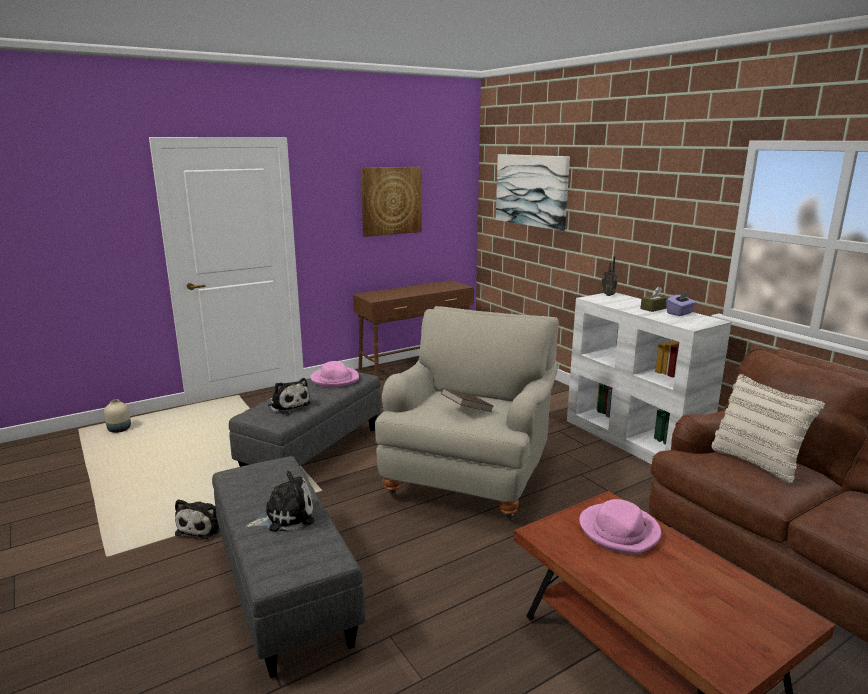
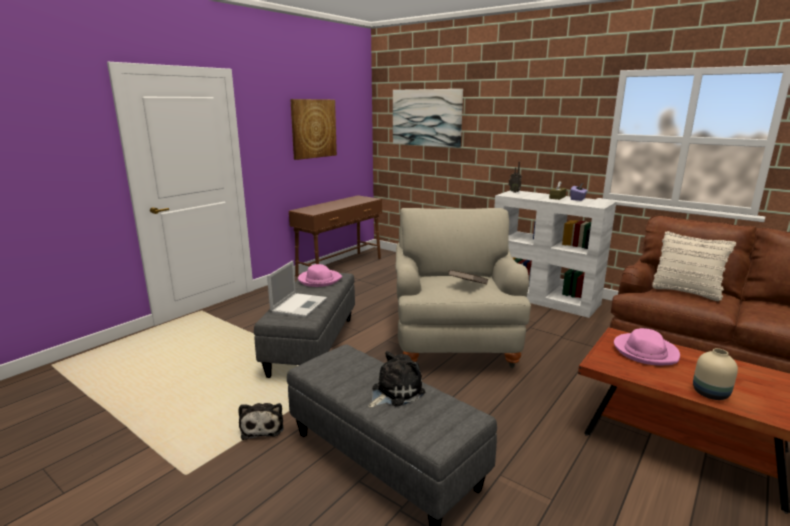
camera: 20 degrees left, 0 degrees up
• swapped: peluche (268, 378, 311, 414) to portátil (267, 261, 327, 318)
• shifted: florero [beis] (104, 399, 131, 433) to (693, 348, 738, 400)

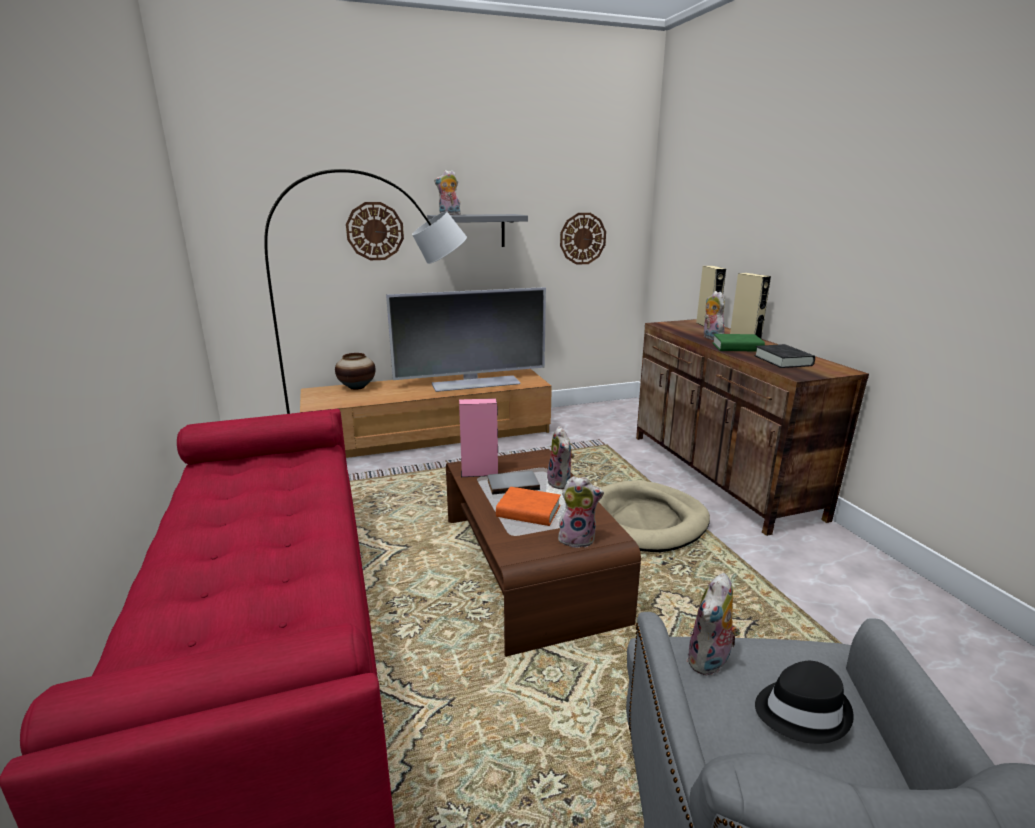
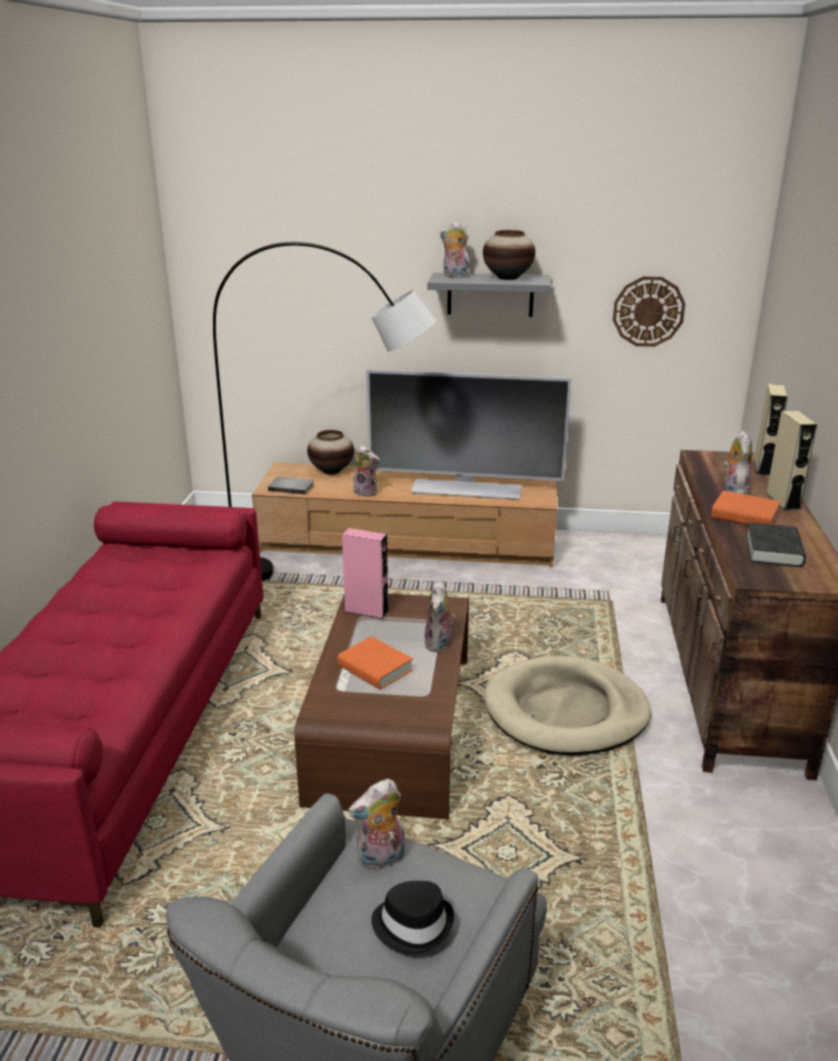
camera: 25 degrees right, 5 degrees up
• gone: reloj de pared (346, 202, 404, 260)
• repainted: libro [verde] (713, 334, 765, 352) to libro [naranja] (711, 490, 781, 525)
• shifted: libro [gris] (487, 471, 540, 495) to (268, 477, 314, 495)
• shifted: peluche (558, 476, 604, 548) to (353, 445, 380, 497)
• new: florero (483, 230, 535, 280)

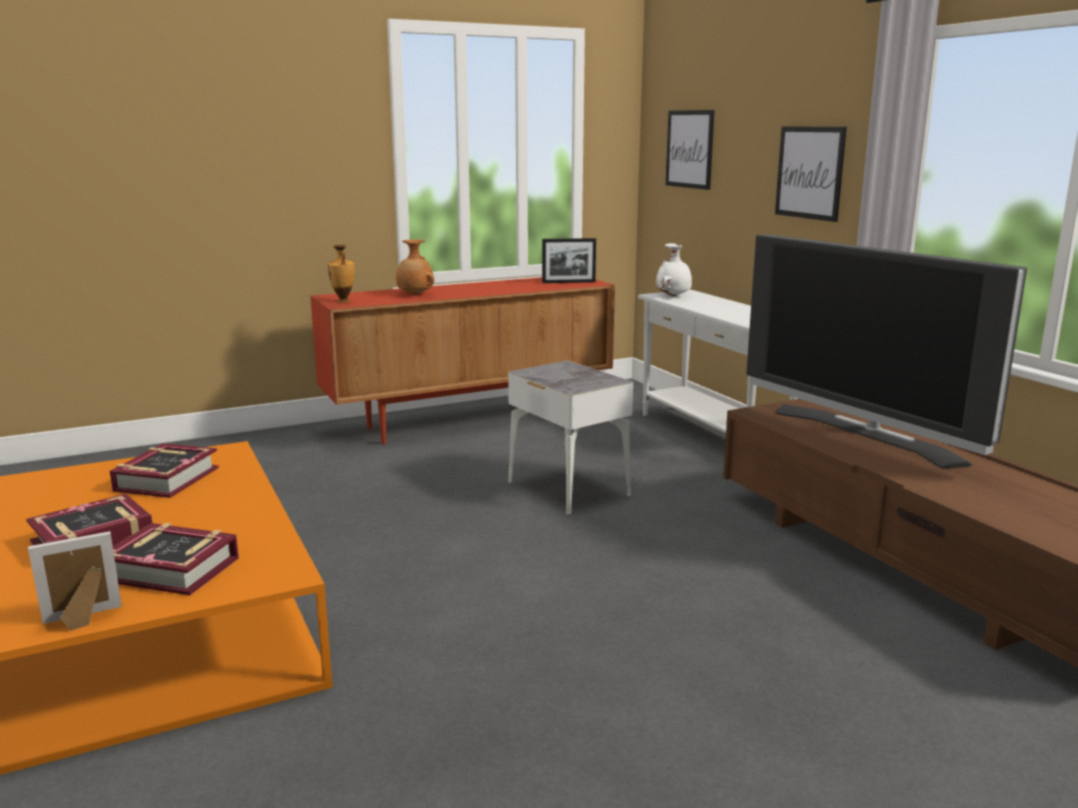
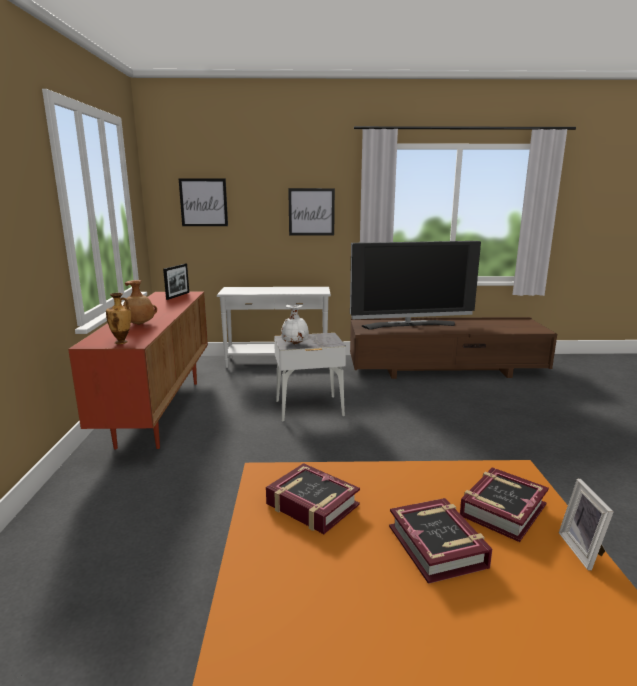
camera: 65 degrees left, 0 degrees up
• shifted: florero [blanco] (656, 243, 692, 296) to (281, 305, 309, 344)

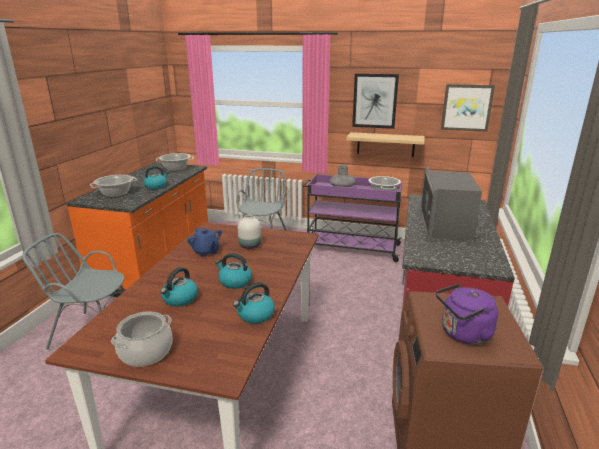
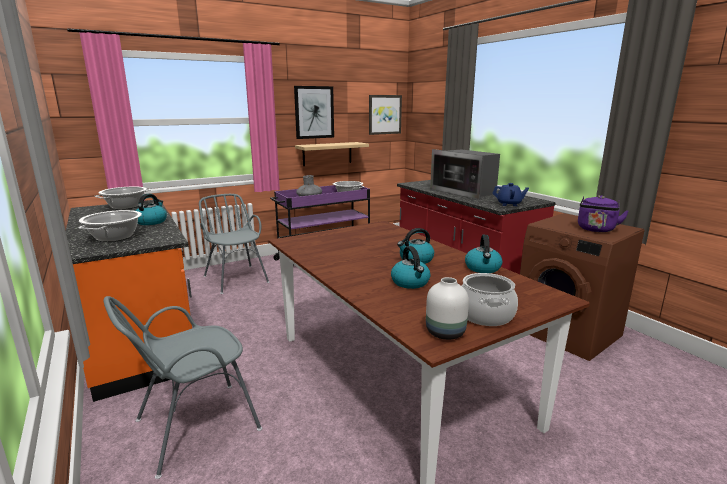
camera: 45 degrees left, 5 degrees down
• shifted: florero [blanco] (238, 215, 261, 249) to (426, 277, 469, 340)
• shifted: tetera [azul] (187, 228, 222, 257) to (492, 183, 529, 206)

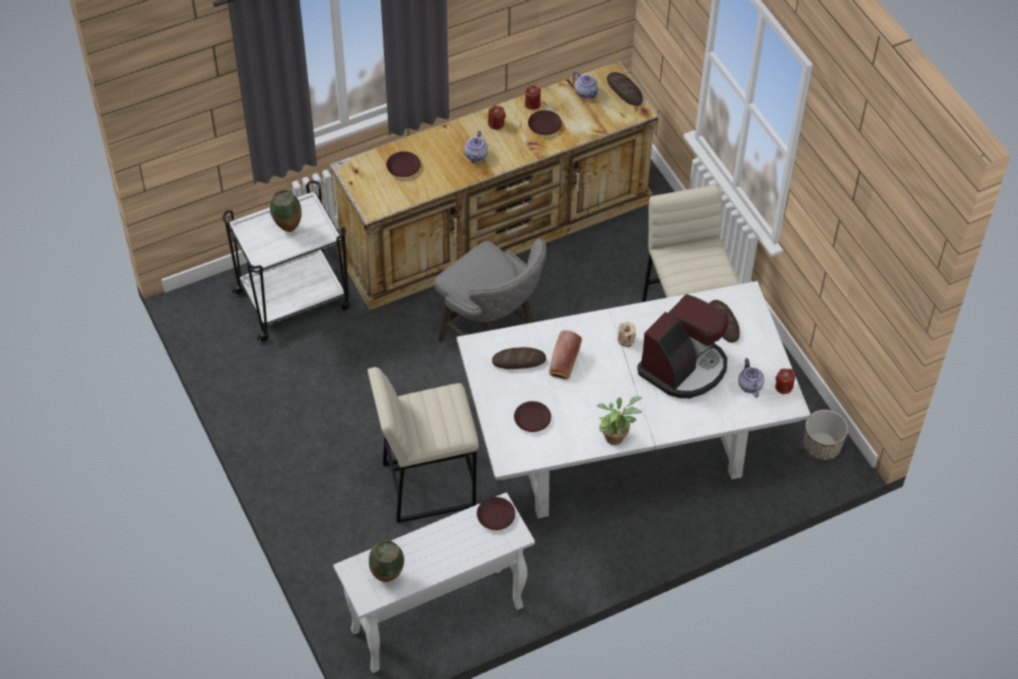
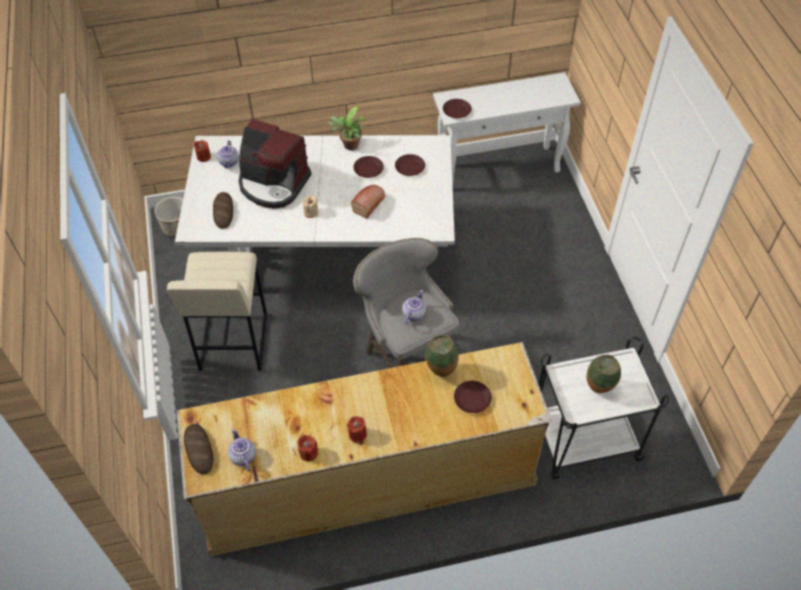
camera: 165 degrees left, 0 degrees up
• shifted: plato [marrón] (528, 110, 562, 135) to (353, 156, 384, 178)
• shifted: tetera (464, 131, 488, 163) to (402, 290, 426, 324)
• rotated: cafetera (637, 294, 728, 398) = (239, 119, 312, 209) 120 degrees counterclockwise
• gone: pan (492, 347, 546, 369)
• gone: taburete [beis] (367, 367, 479, 523)
• shifted: florero (369, 540, 404, 582) to (425, 335, 459, 377)

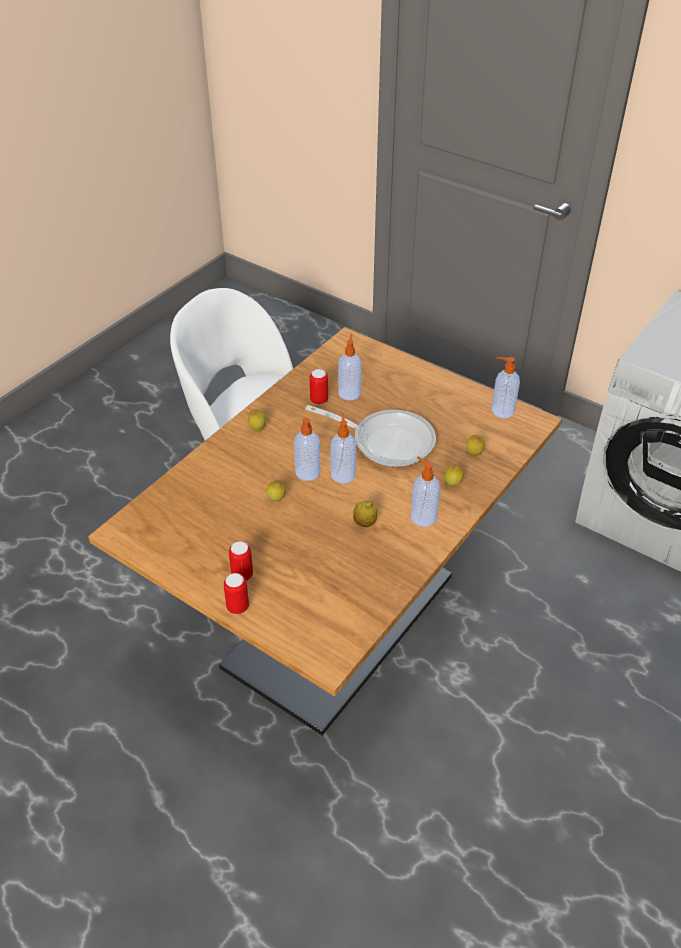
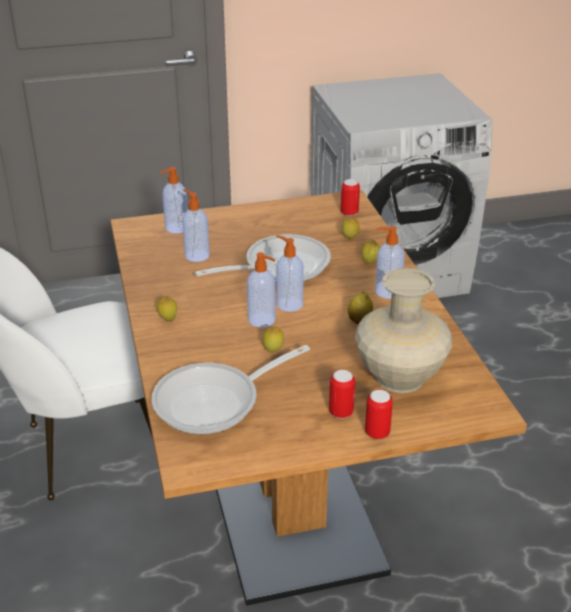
camera: 50 degrees left, 10 degrees down
• shifted: dispensador de jabón (491, 357, 520, 418) to (160, 167, 188, 233)
• shifted: lata (310, 369, 328, 405) to (341, 179, 360, 216)
• new: florero [beis] (355, 268, 452, 393)
• new: sartén (151, 345, 310, 435)

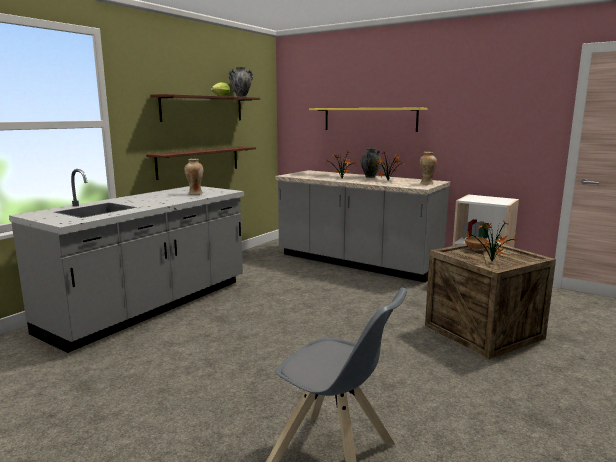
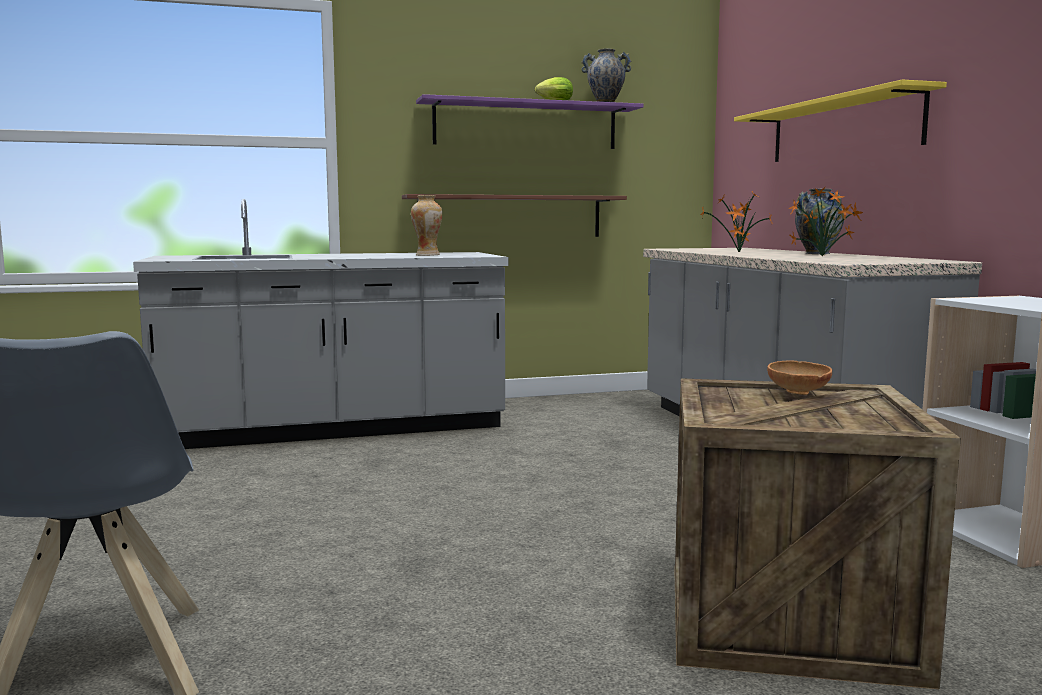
camera: 40 degrees right, 5 degrees down
• repainted: estante [marrón] (150, 94, 260, 122) to estante [morado] (416, 94, 643, 149)
• gone: florero (420, 152, 437, 184)
• gone: planta en maceta (466, 220, 518, 262)

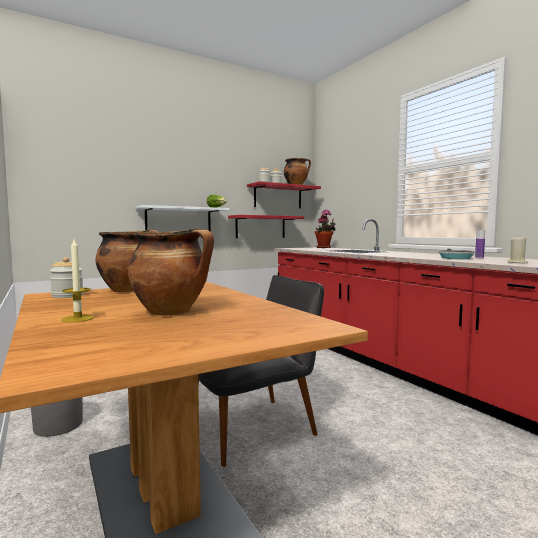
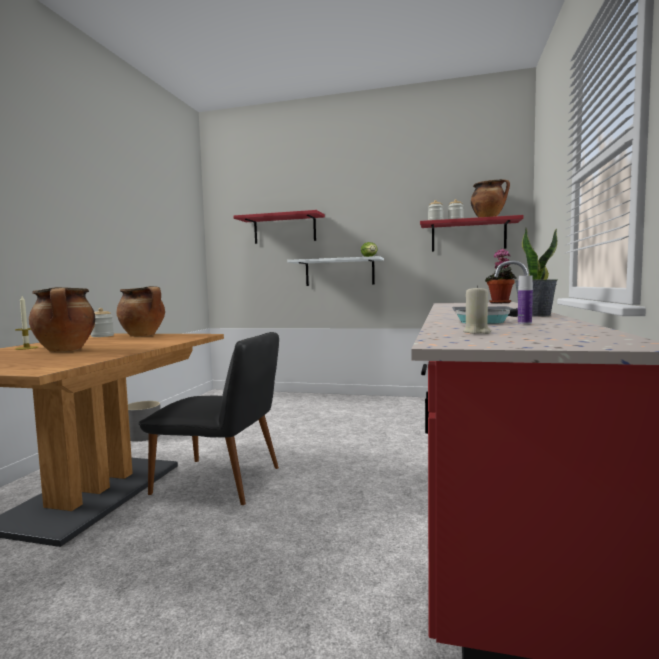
camera: 45 degrees right, 0 degrees up
• shifted: estante [rojo] (228, 215, 304, 238) to (234, 210, 325, 244)
• new: planta en maceta (515, 227, 558, 317)

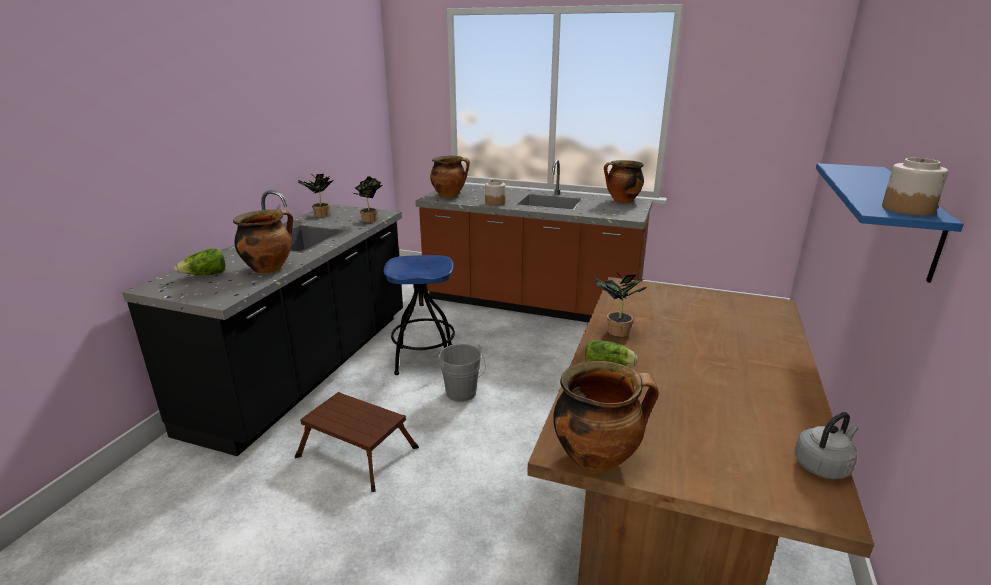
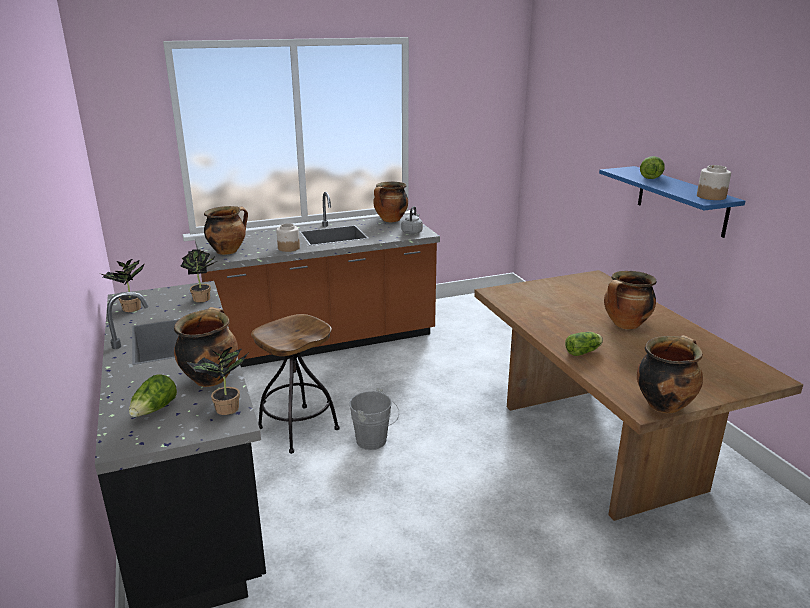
camera: 40 degrees left, 0 degrees up
• repainted: taburete [azul] (383, 255, 455, 375) to taburete [marrón] (251, 314, 340, 454)
• shifted: planta en maceta (594, 273, 646, 337) to (187, 346, 248, 415)
• gone: escalera de tijera [marrón] (295, 392, 419, 492)
• shifted: hervidor [gris] (795, 412, 858, 479) to (401, 206, 423, 234)
• new: lechuga (640, 156, 665, 179)
• new: olla (604, 271, 657, 329)

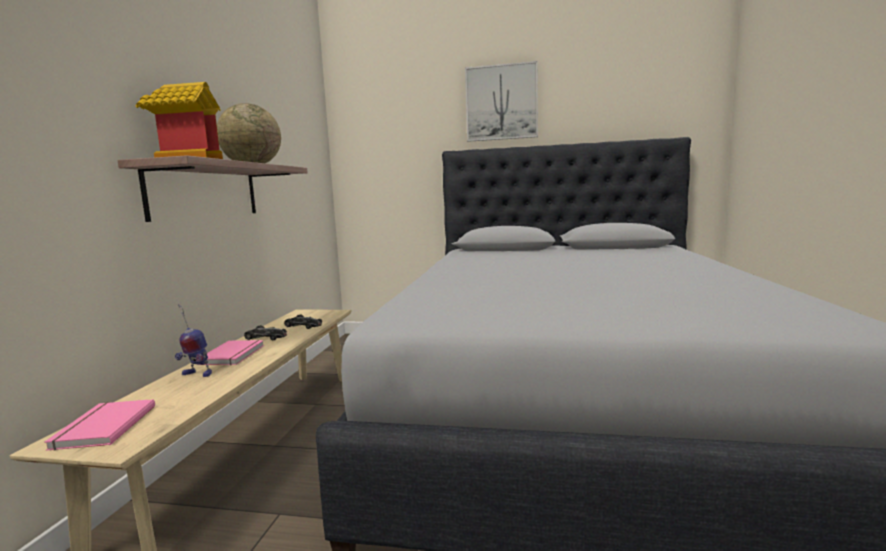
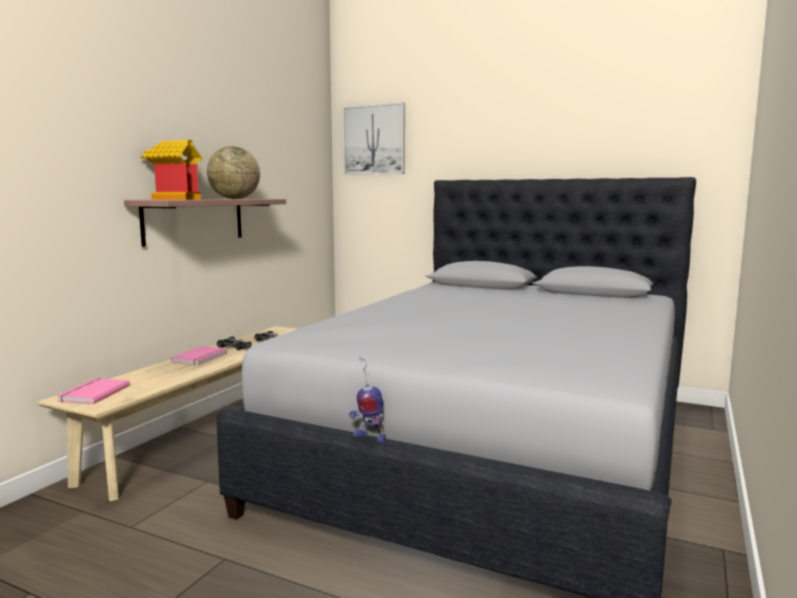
camera: 15 degrees right, 0 degrees up
• shifted: cuadro (465, 61, 538, 142) to (343, 102, 405, 175)
• shifted: robot de juguete (175, 304, 212, 377) to (349, 357, 385, 443)

